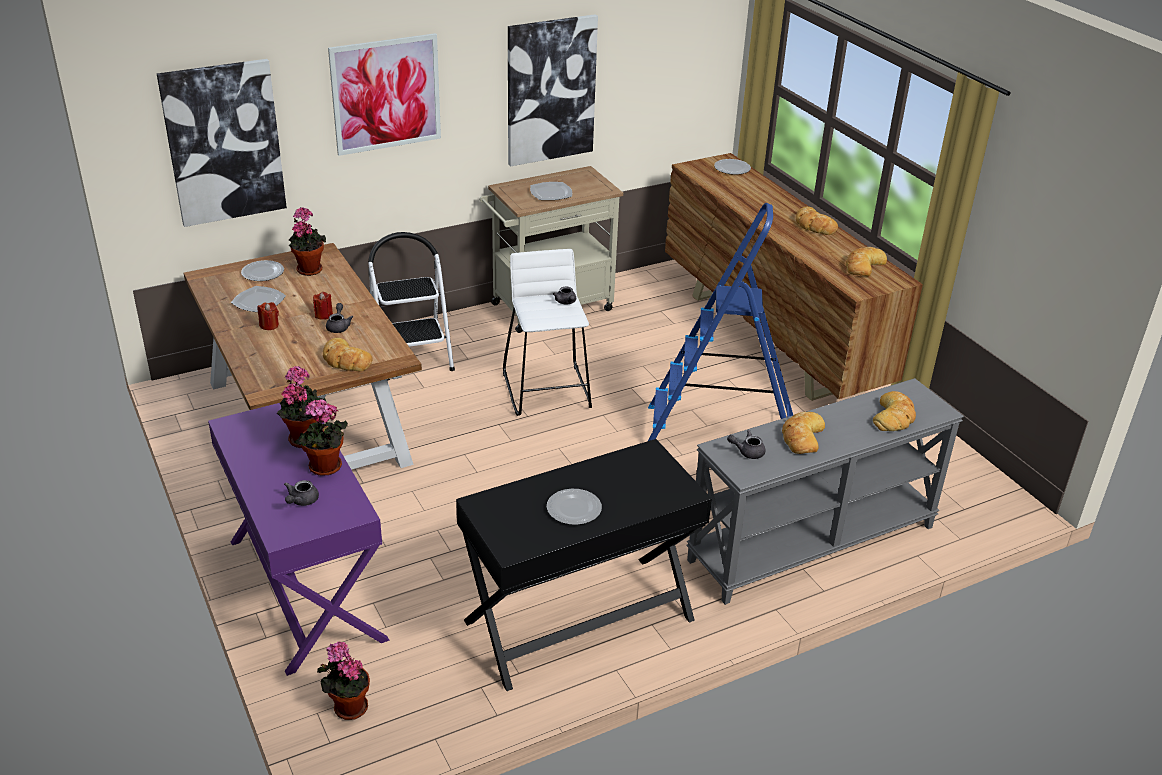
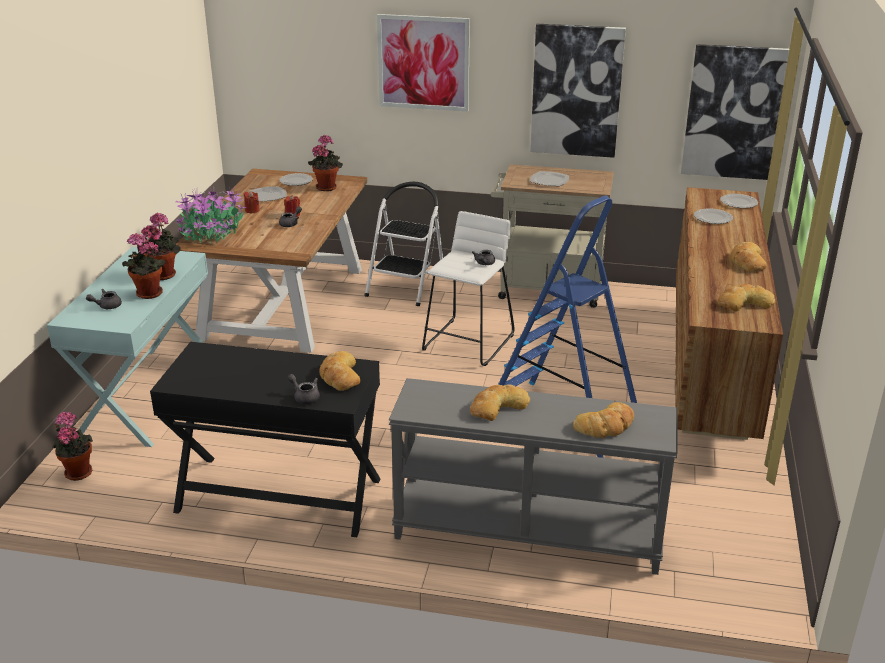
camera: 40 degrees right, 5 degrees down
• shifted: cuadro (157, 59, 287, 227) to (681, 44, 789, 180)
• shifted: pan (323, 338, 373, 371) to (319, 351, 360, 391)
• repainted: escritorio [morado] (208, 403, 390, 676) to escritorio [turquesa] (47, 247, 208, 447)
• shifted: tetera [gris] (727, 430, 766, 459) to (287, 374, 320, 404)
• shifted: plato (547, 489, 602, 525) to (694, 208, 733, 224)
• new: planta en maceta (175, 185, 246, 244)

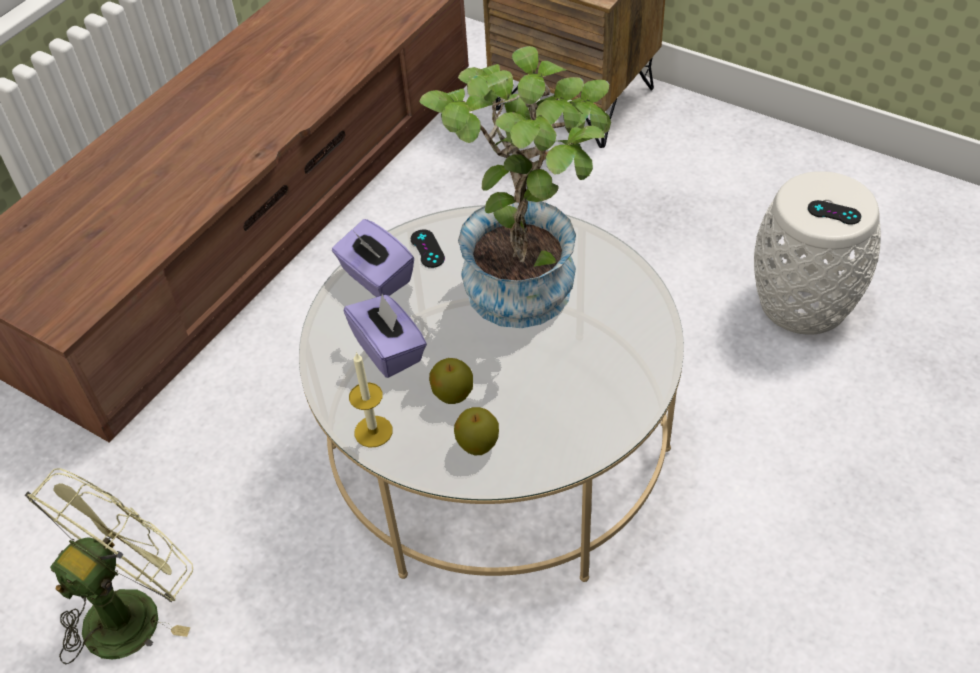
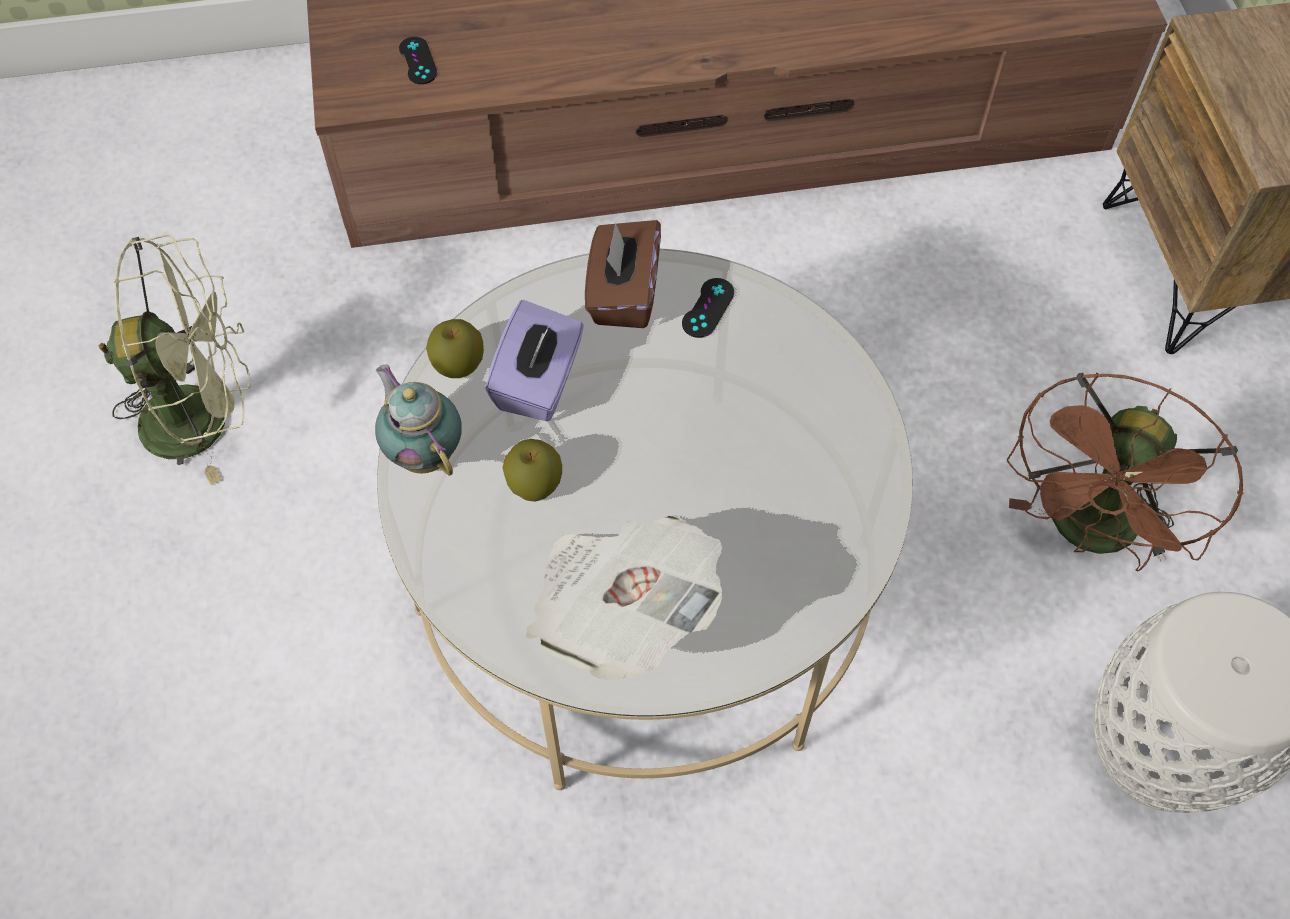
camera: 45 degrees right, 10 degrees up
• gone: planta en maceta (419, 46, 611, 328)
• shifted: mando de consola [negro] (808, 200, 861, 225) to (399, 37, 437, 84)
• repainted: caja de pañuelos [morado] (332, 219, 414, 297) to caja de pañuelos [marrón] (585, 220, 661, 328)
• swapped: vela (349, 352, 392, 448) to tetera (375, 364, 462, 476)
• shifted: manzana (454, 407, 499, 455) to (426, 319, 484, 378)
• new: ventilador [marrón] (1007, 372, 1244, 571)
• new: periódico (525, 516, 723, 680)

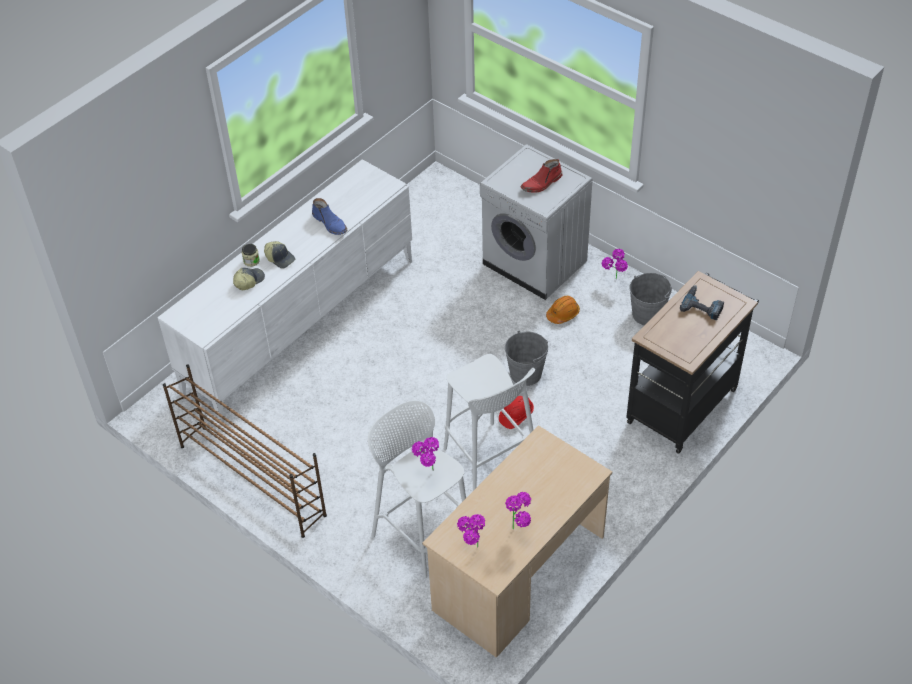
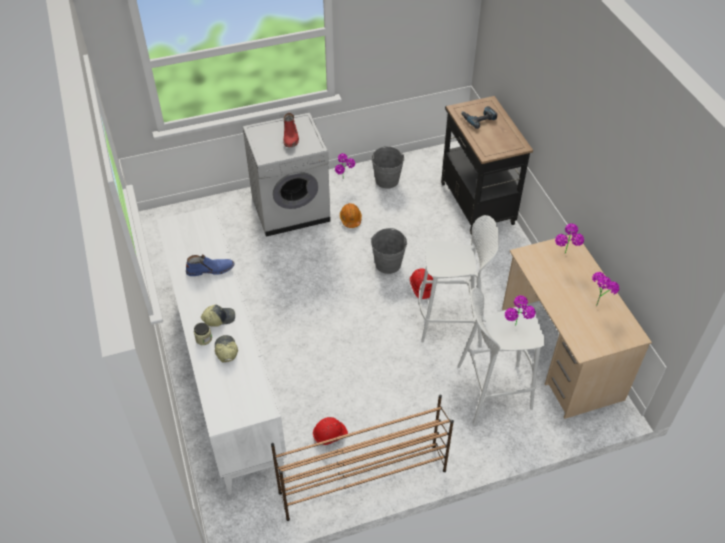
camera: 60 degrees left, 0 degrees up
• shifted: planta en maceta (457, 514, 485, 547) to (555, 223, 584, 253)
• new: casco [rojo] (313, 417, 348, 446)

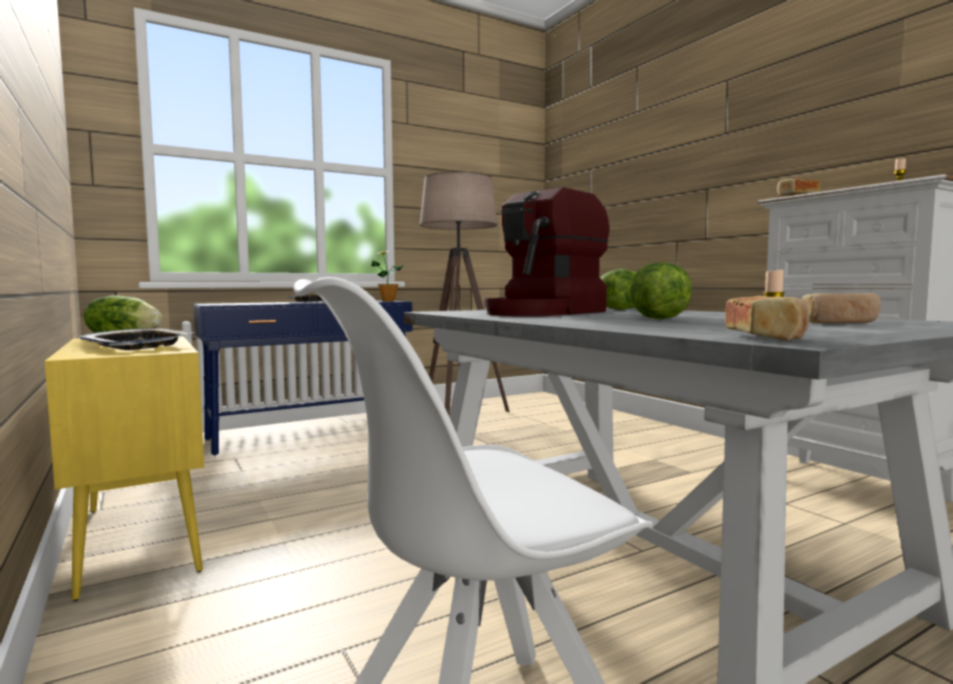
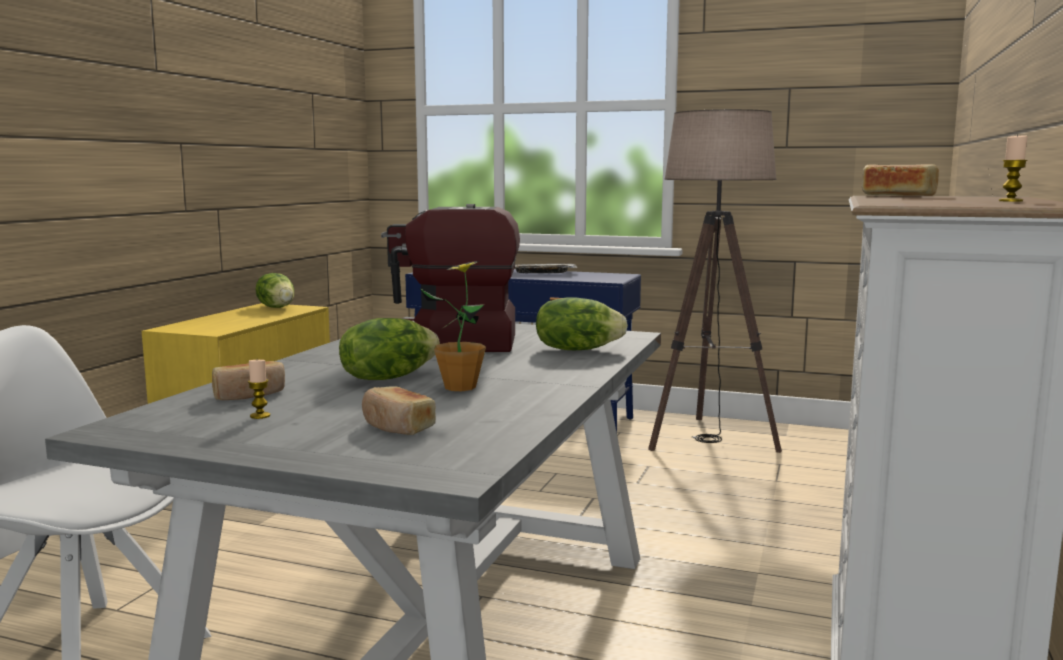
camera: 50 degrees right, 5 degrees up
• shifted: planta en maceta (371, 251, 403, 301) to (420, 261, 486, 391)
• shifted: pan (725, 296, 809, 341) to (212, 361, 285, 400)
• gone: bandeja (78, 328, 195, 350)

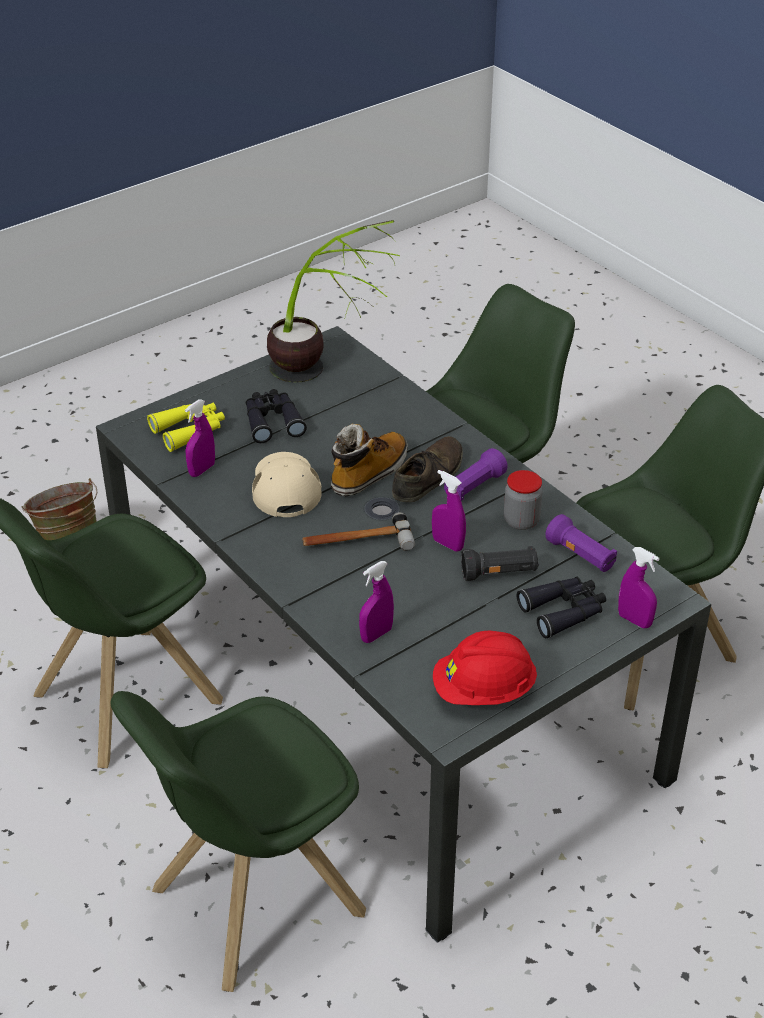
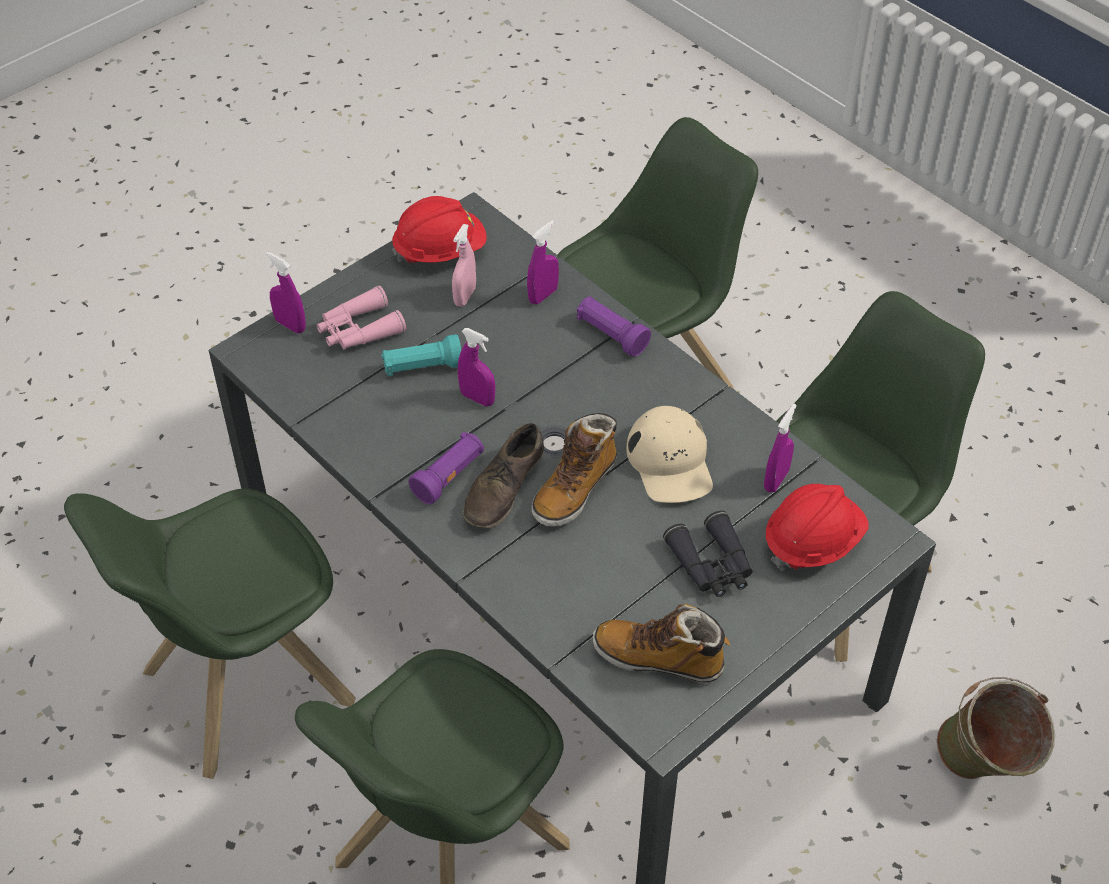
camera: 175 degrees right, 10 degrees up
• swapped: planta en maceta (267, 220, 400, 382) to bota (593, 603, 730, 683)
• swapped: prismáticos [amarillo] (147, 403, 225, 452) to casco [rojo] (766, 484, 869, 571)
• gone: tarro (504, 470, 543, 530)
• gone: martillo (302, 512, 415, 551)
• shifted: linterna [morado] (545, 514, 617, 572) to (577, 296, 651, 357)
• repainted: linterna [negro] (461, 546, 539, 581) to linterna [turquesa] (381, 334, 461, 376)
• repainted: prismáticos [negro] (517, 577, 606, 639) to prismáticos [rosa] (317, 286, 406, 349)
• new: pulverizador [rosa] (452, 224, 476, 307)

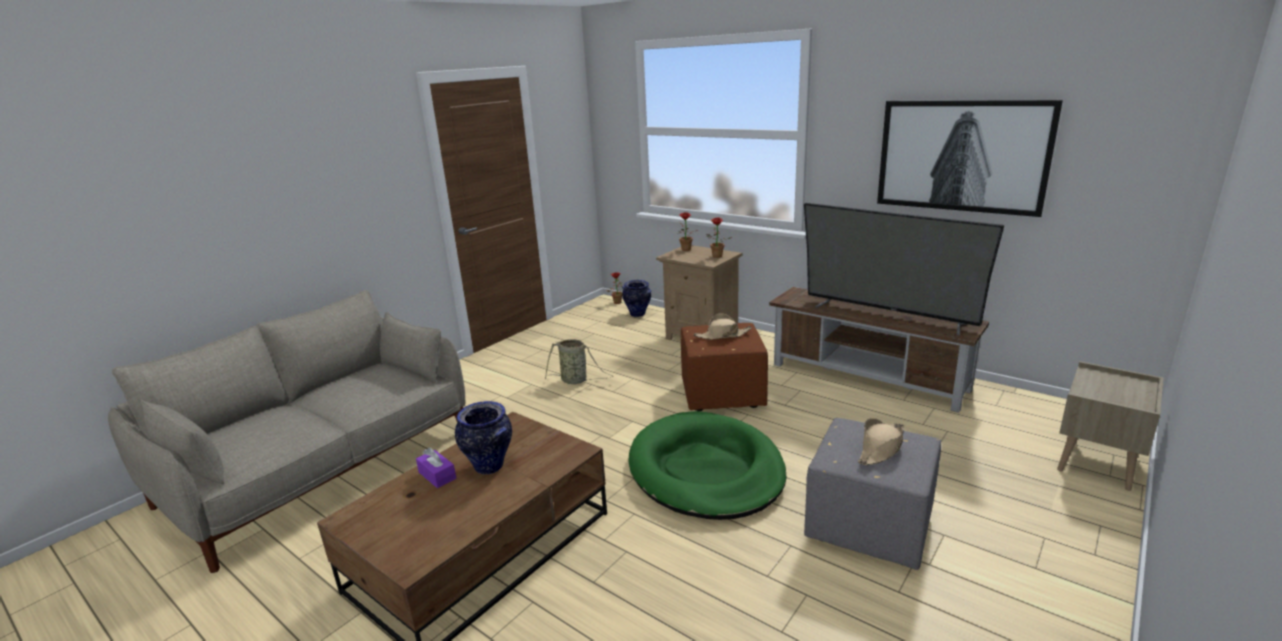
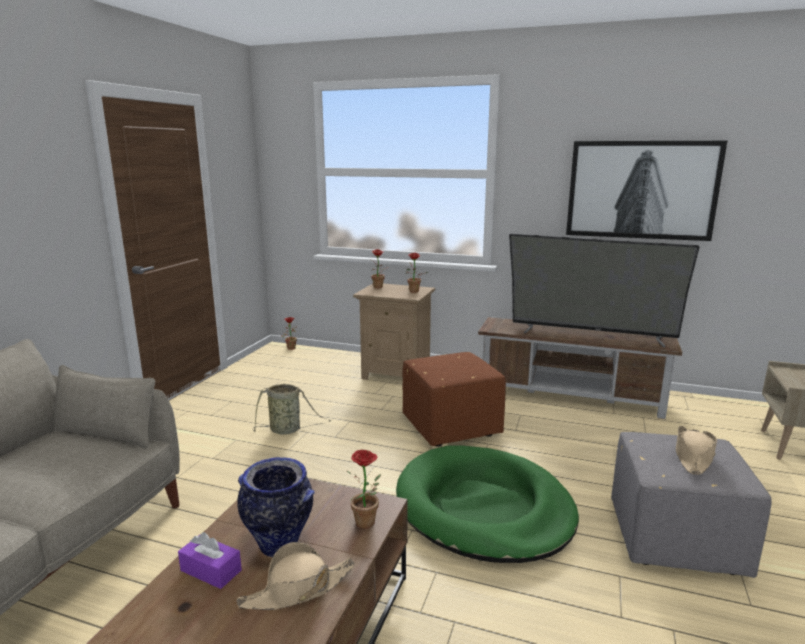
camera: 20 degrees left, 5 degrees down
• gone: florero (622, 280, 652, 317)
• shifted: sombrero [beis] (694, 313, 752, 340) to (237, 542, 355, 610)
• new: planta en maceta (346, 450, 381, 529)

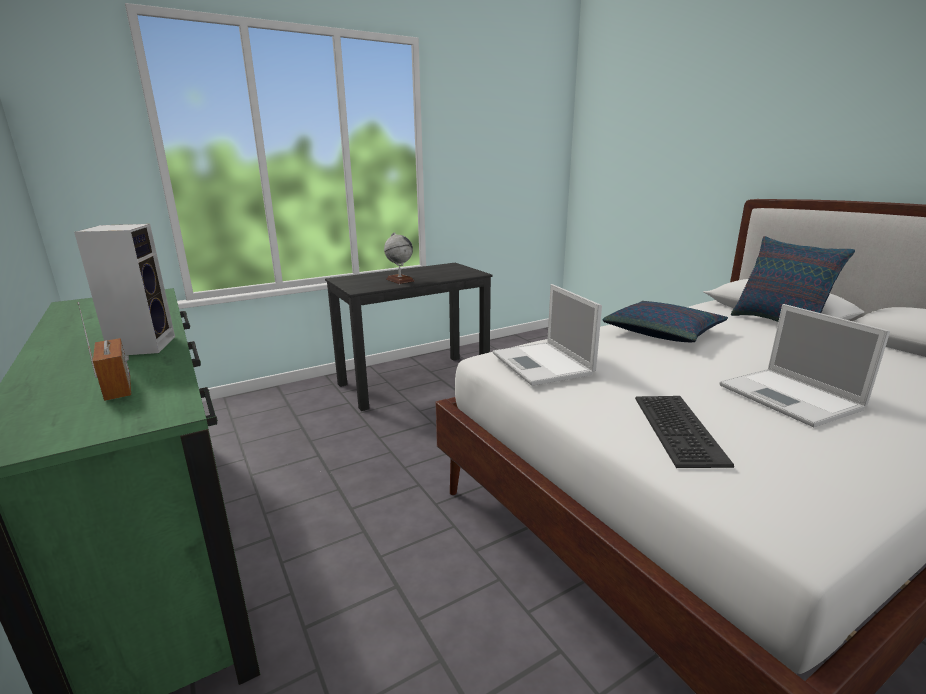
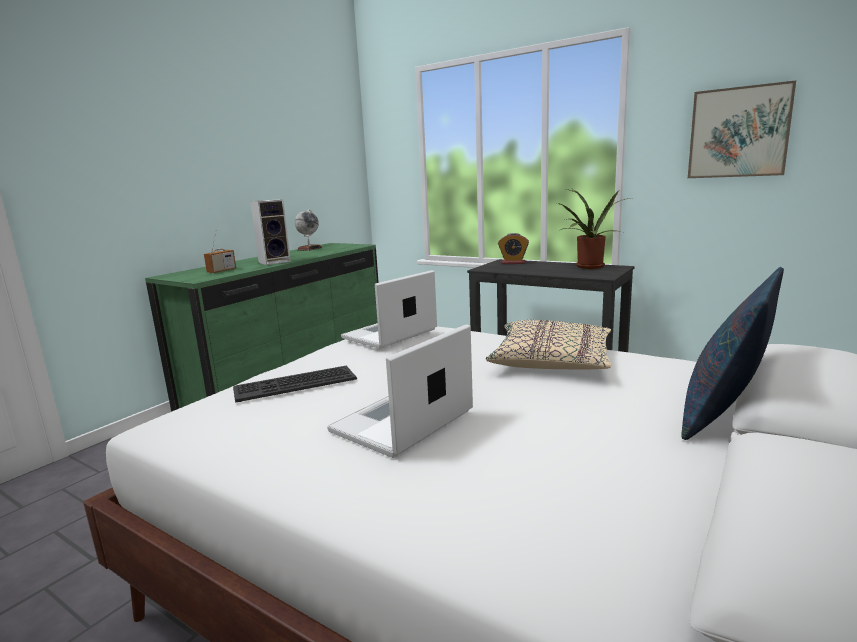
camera: 65 degrees right, 5 degrees down
• shifted: globo terráqueo (384, 232, 415, 284) to (295, 209, 322, 251)
• repainted: cojín [azul] (602, 301, 728, 342) to cojín [beis] (486, 320, 611, 370)
• new: cuadro (688, 81, 796, 178)
• new: planta en maceta (557, 189, 630, 269)
• new: despertador (498, 233, 529, 264)

